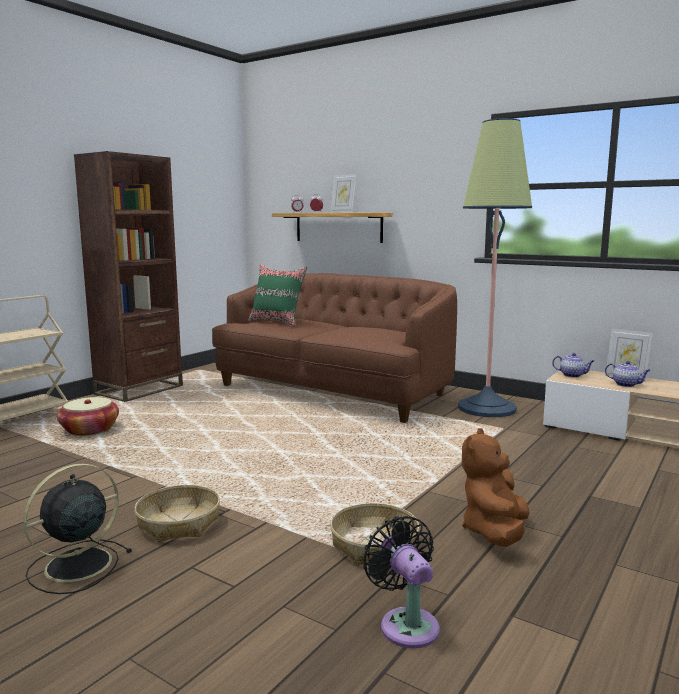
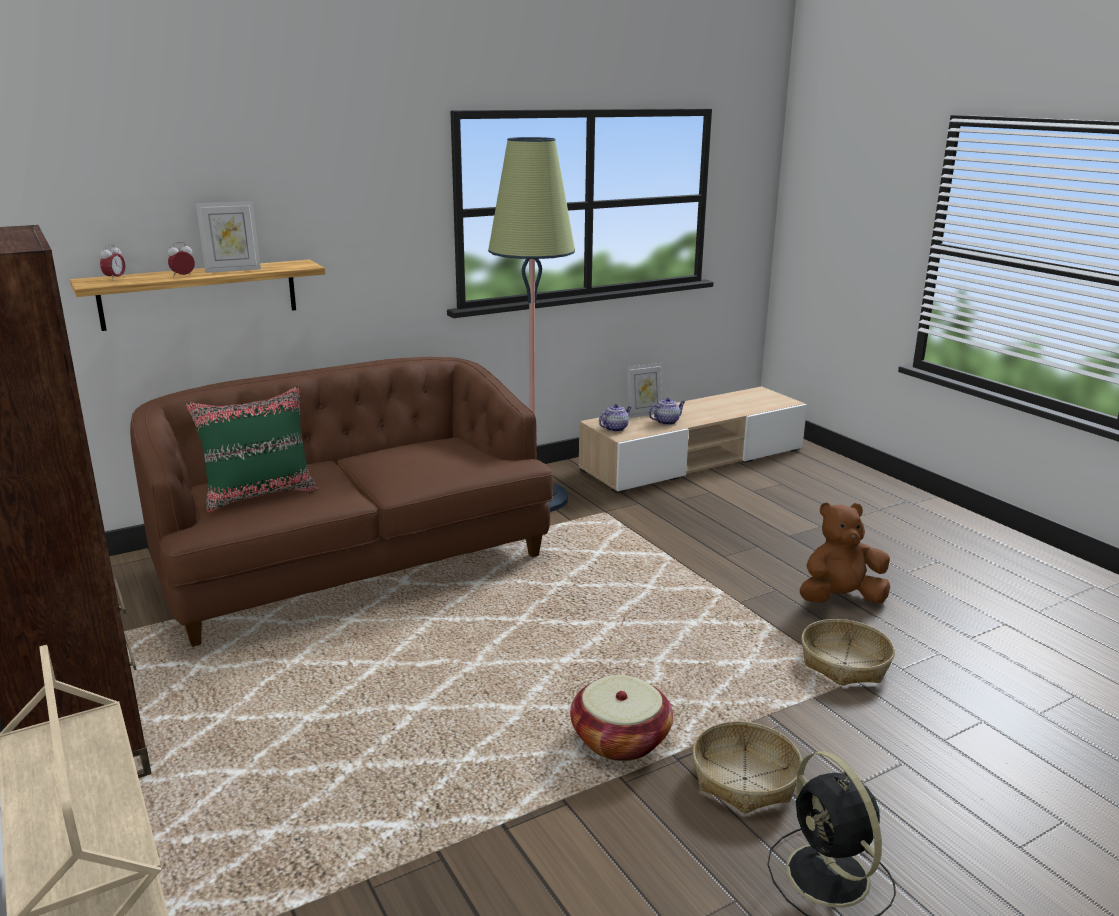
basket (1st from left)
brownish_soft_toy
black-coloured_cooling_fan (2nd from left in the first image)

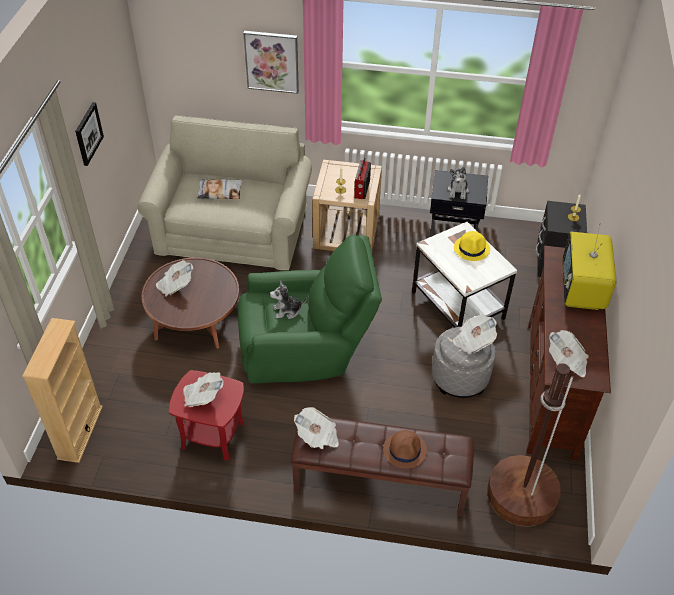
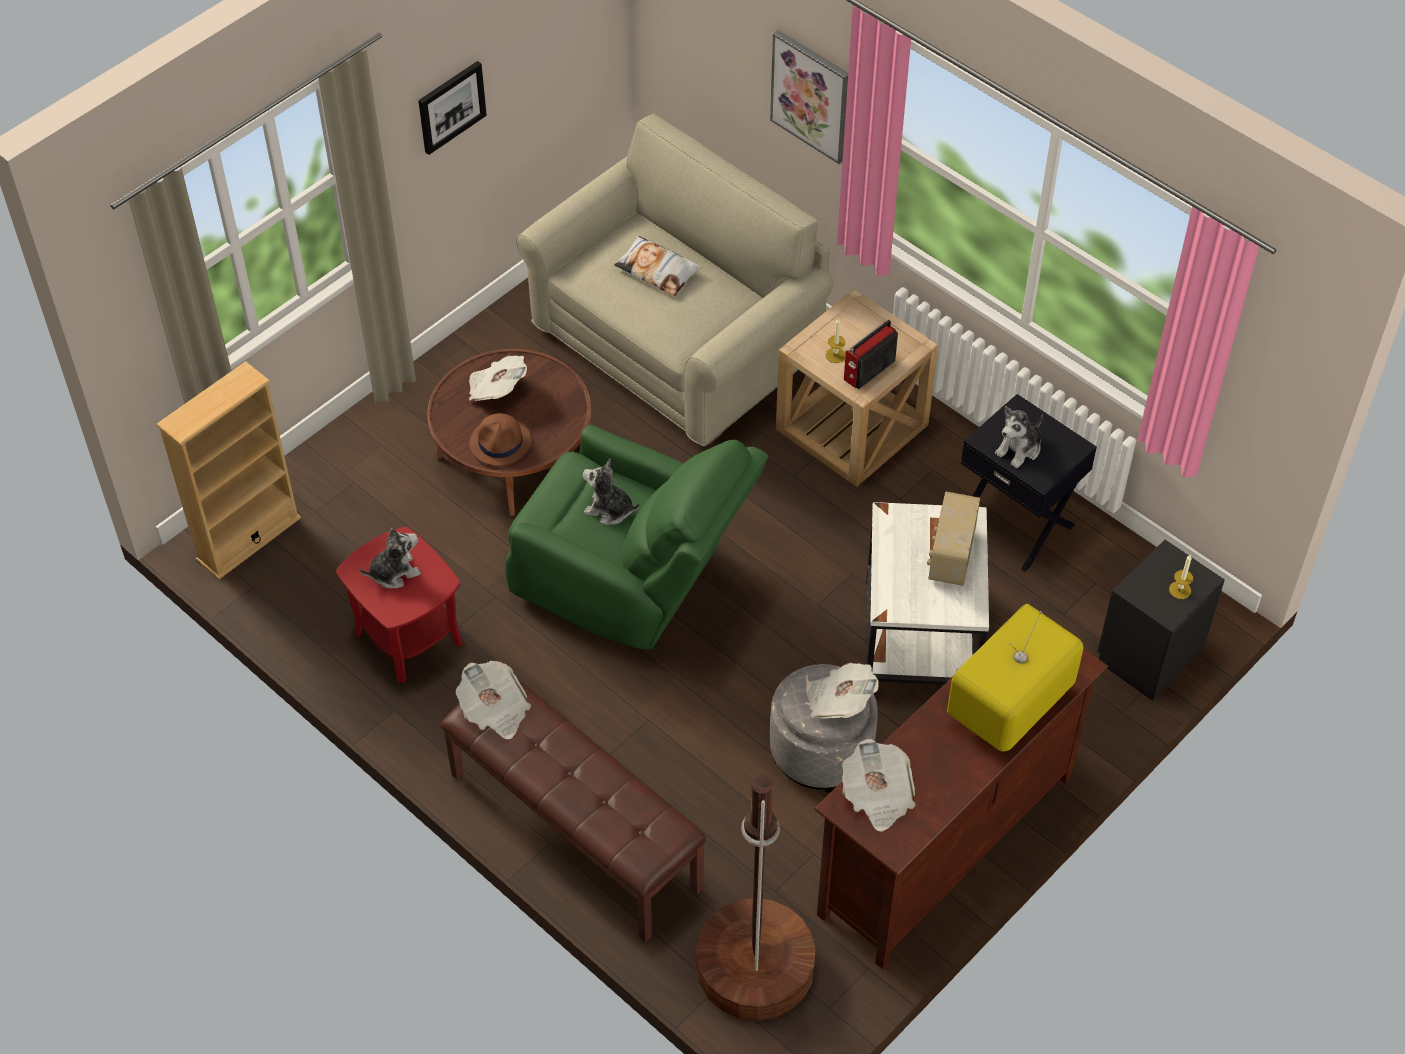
radio_set (2nd from left)
soft_toy (1st from left)
brownish_hat

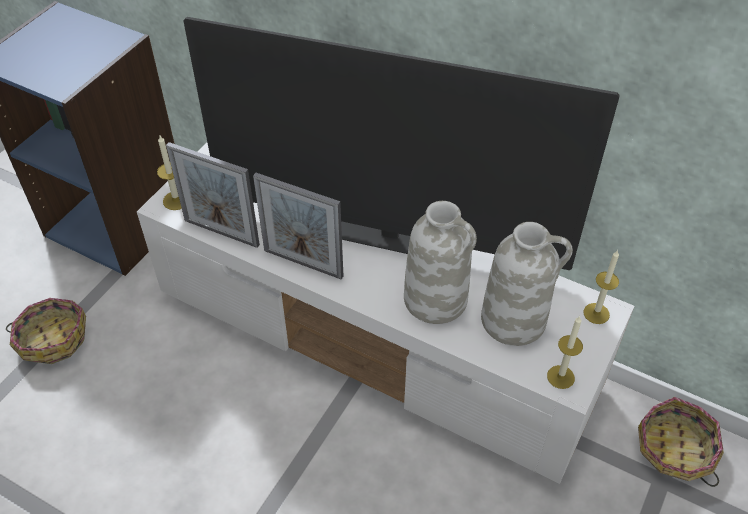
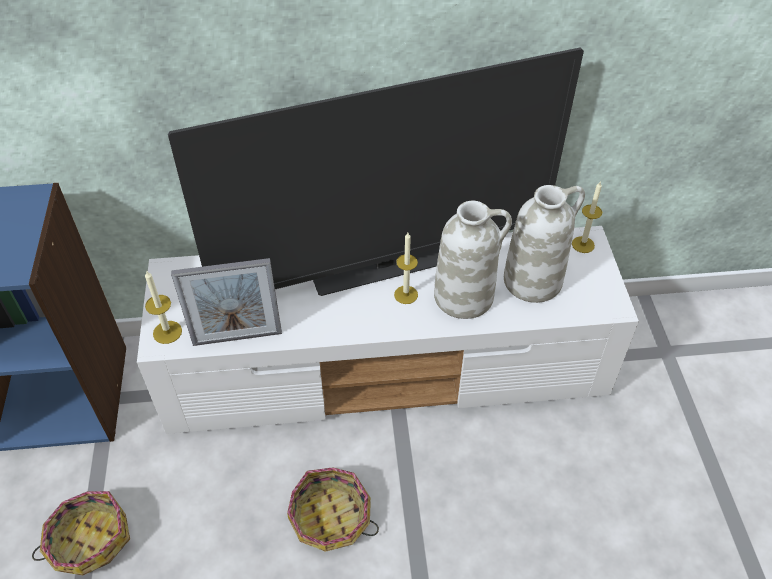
photo_frame (2nd from left in the first image)
candle (2nd from left)
basket (2nd from left)

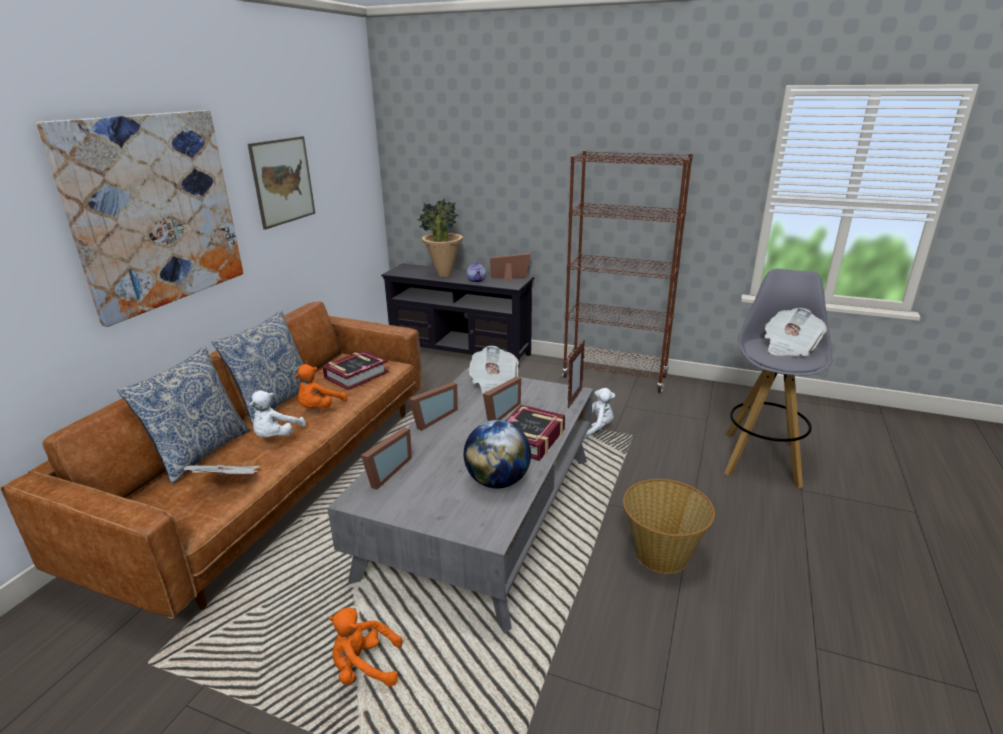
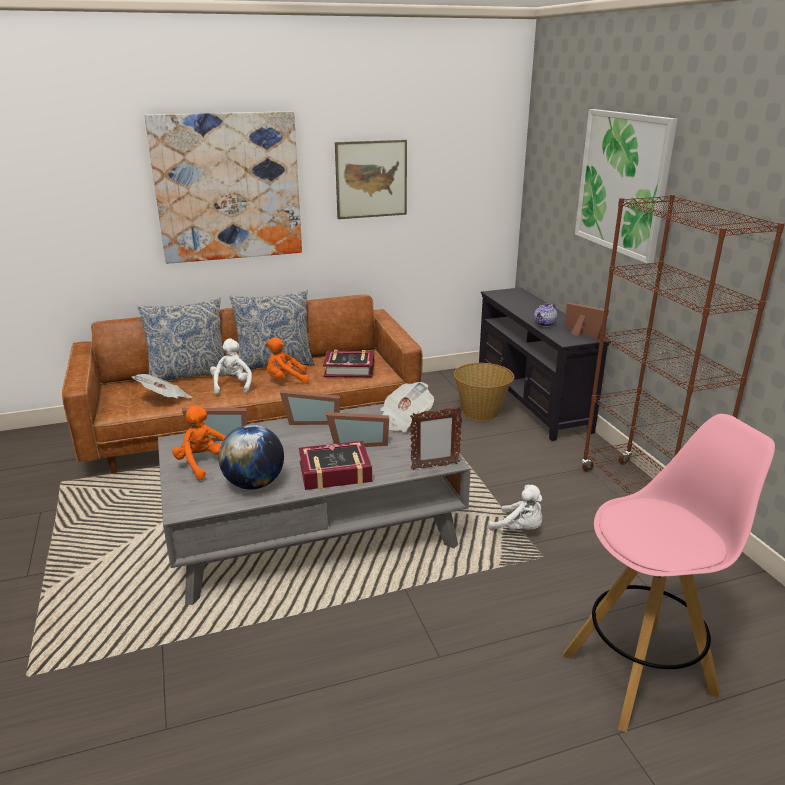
plant_in_a_pot
pink-coloured_sitting_stool
printed_paper (3rd from left in the first image)
white_soft_toy (1st from left)
basket
orange_soft_toy (1st from left)
wall_art (3rd from left)

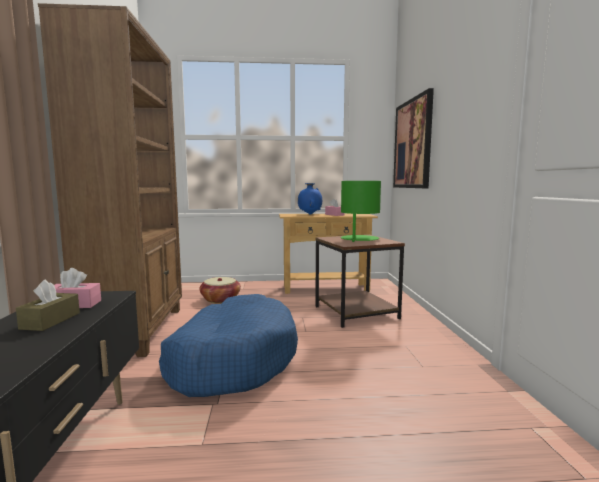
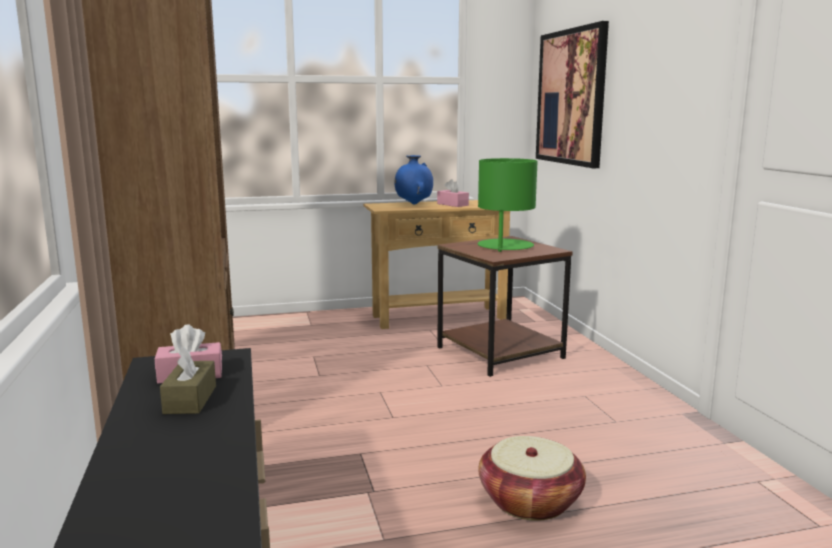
basket
bluish_pet_bed

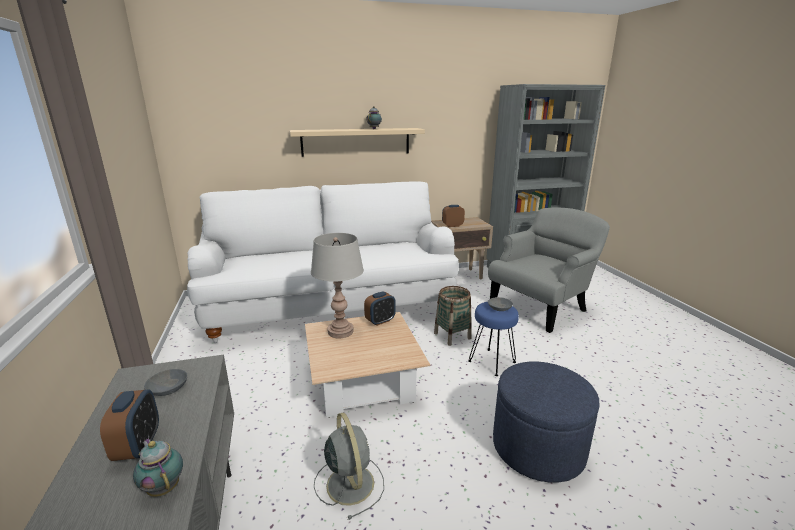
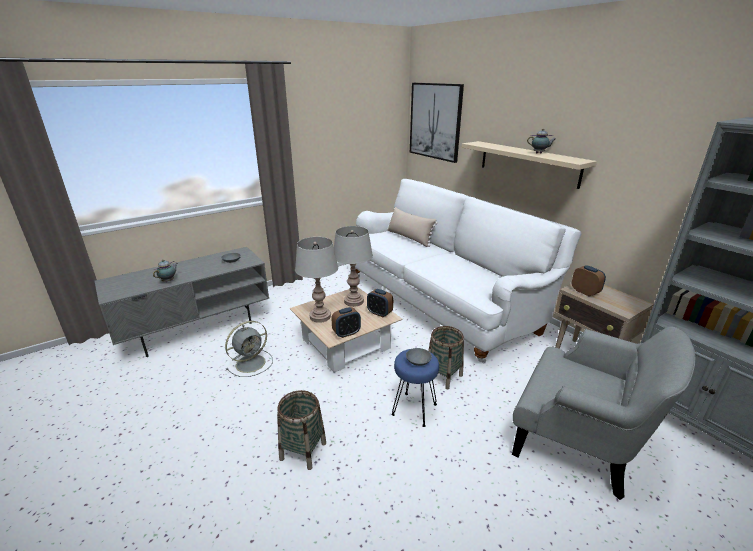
basket (1st from left)
alarm_clock (1st from left)
wall_art
sand-coloured_throw_pillow
gray_lamp_for_a_table (1st from left)

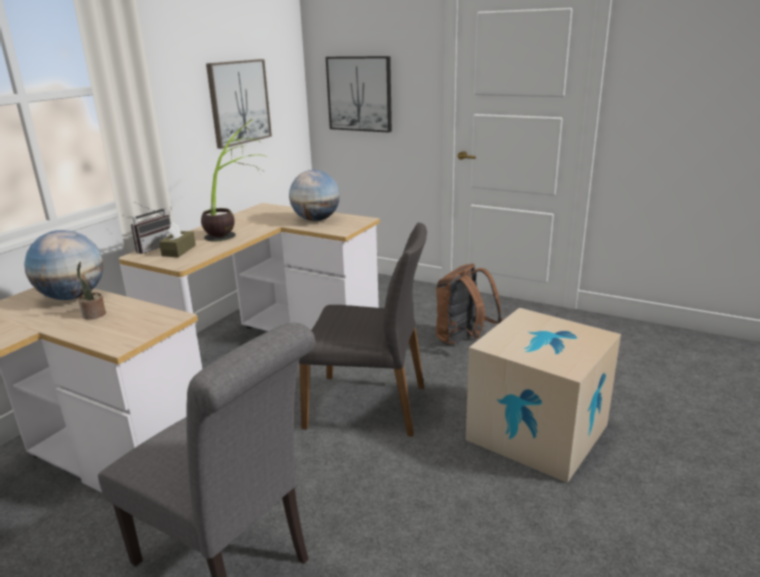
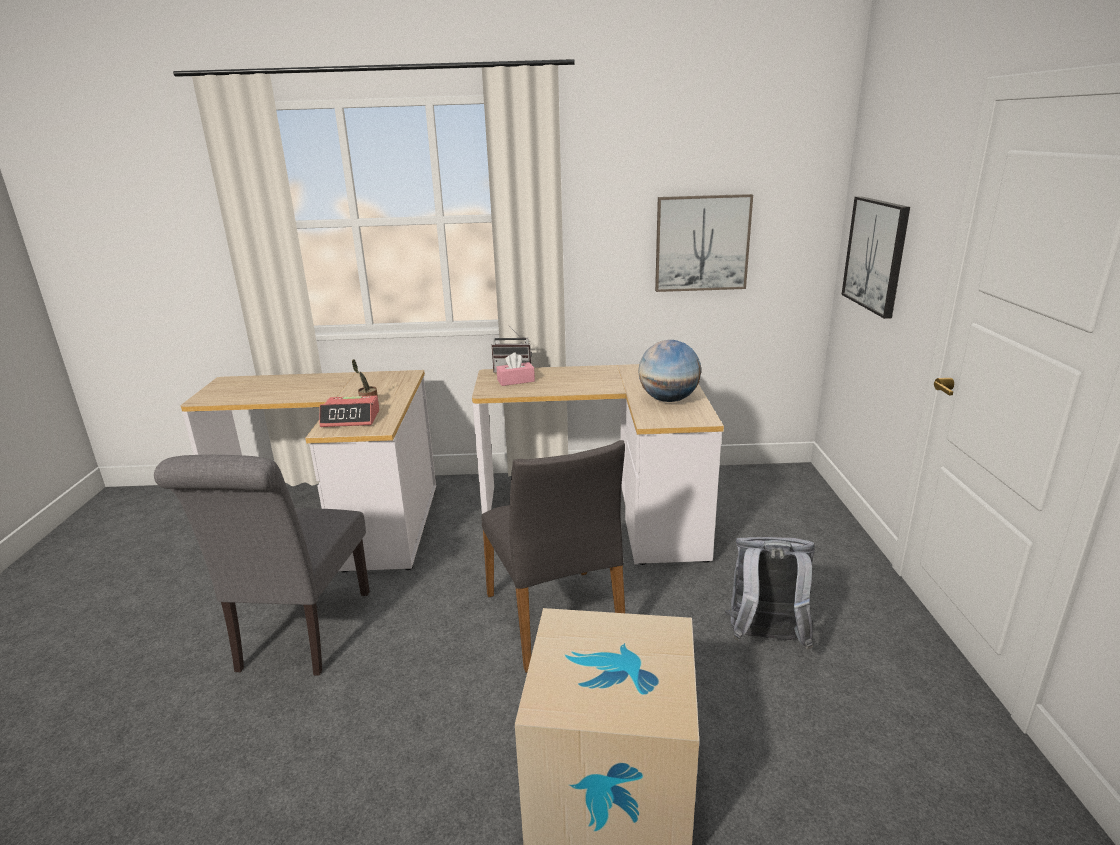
plant_in_a_pot (2nd from left in the first image)
pink-coloured_tissue_box
globe (1st from left in the first image)
gray_knapsack
alarm_clock

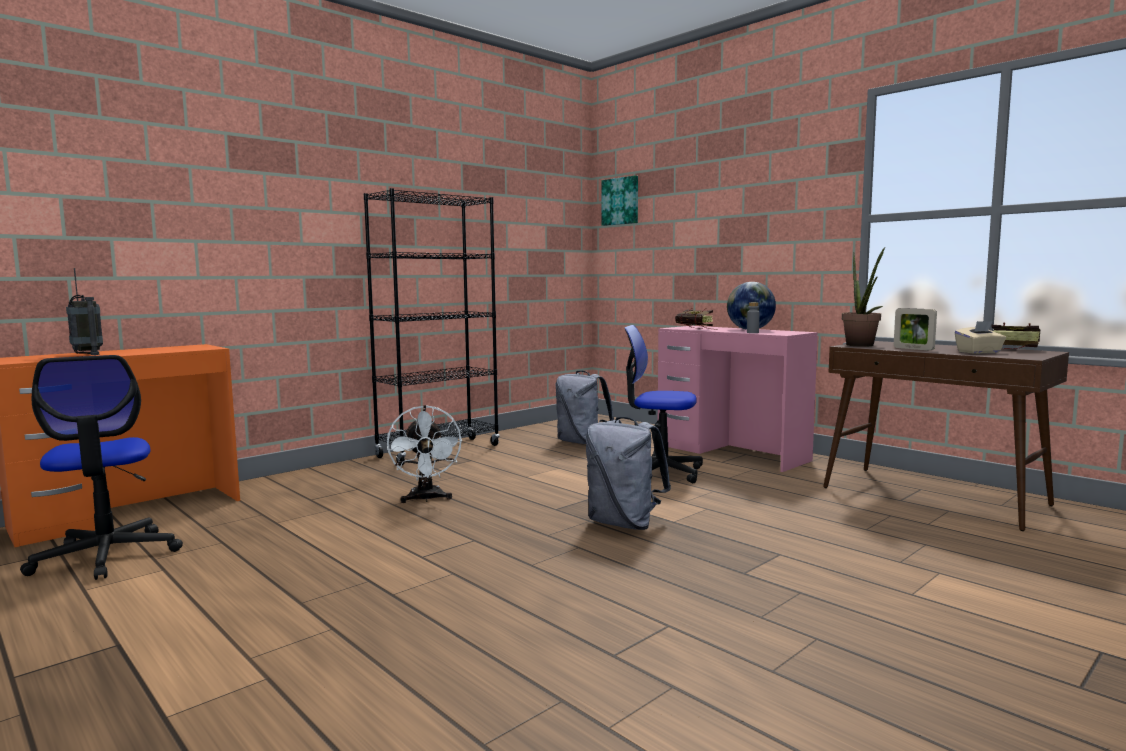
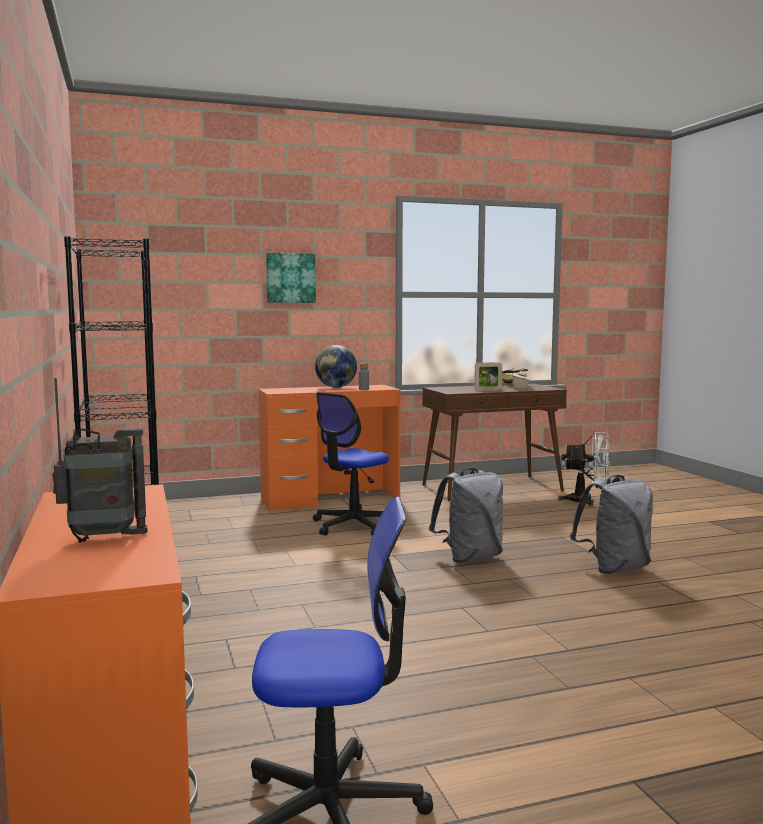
wall_art
plant_in_a_pot
volume (1st from left in the first image)
orange_desk_table (2nd from left)
gray_knapsack (2nd from left)
white_cooling_fan

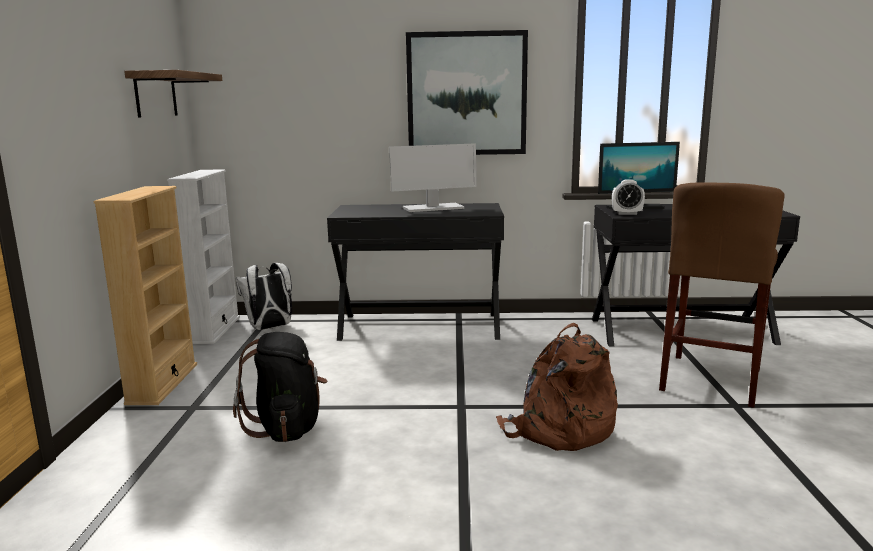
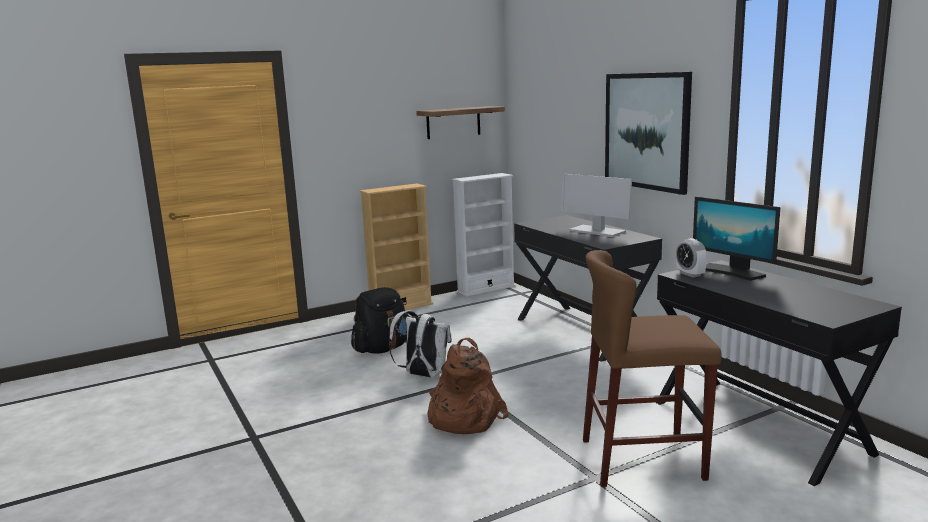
white_knapsack

